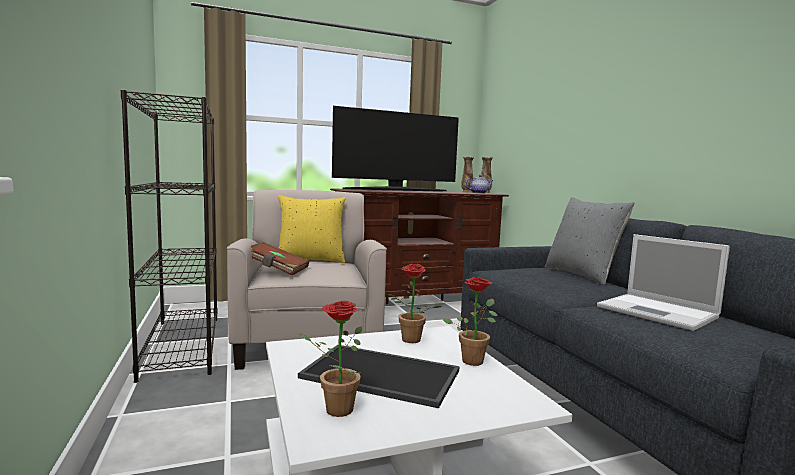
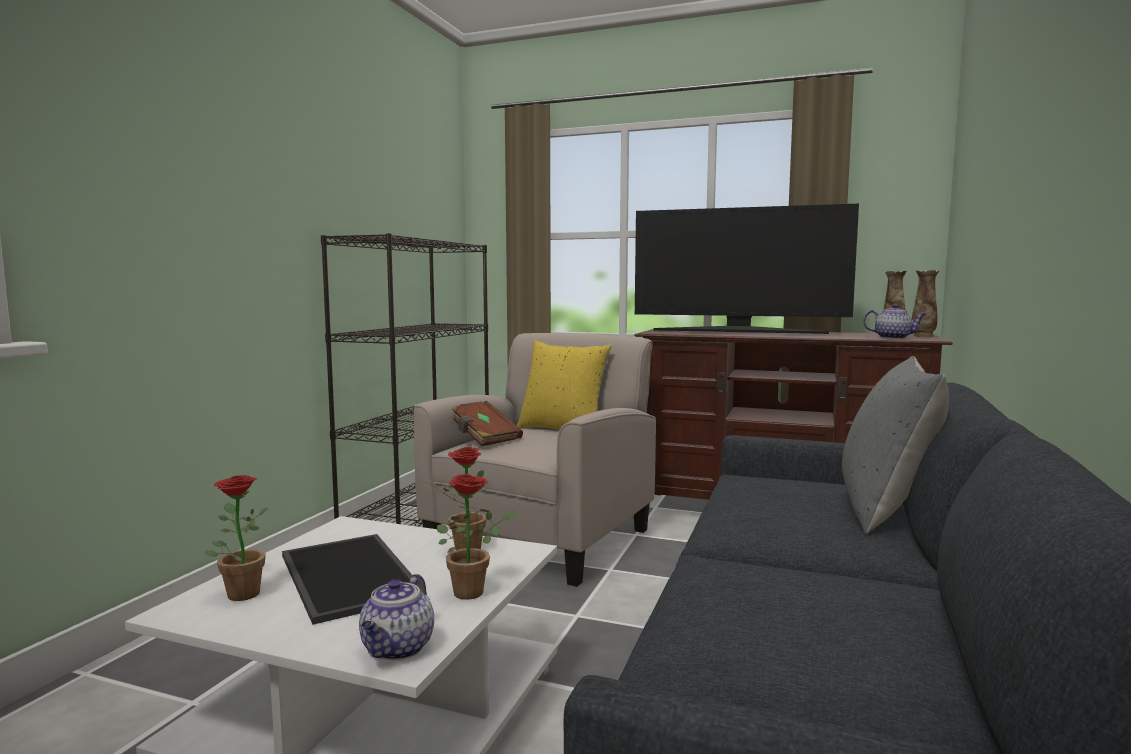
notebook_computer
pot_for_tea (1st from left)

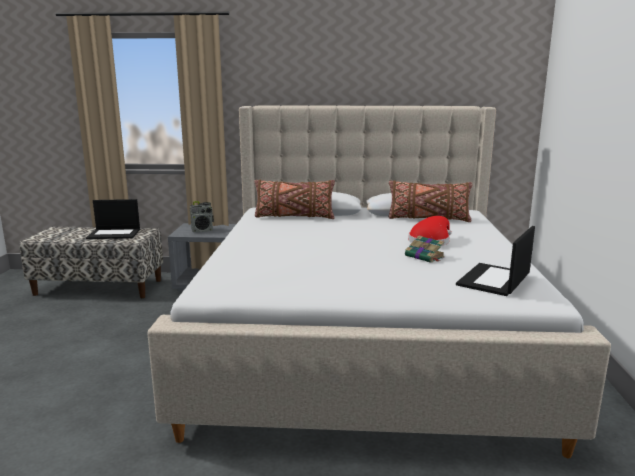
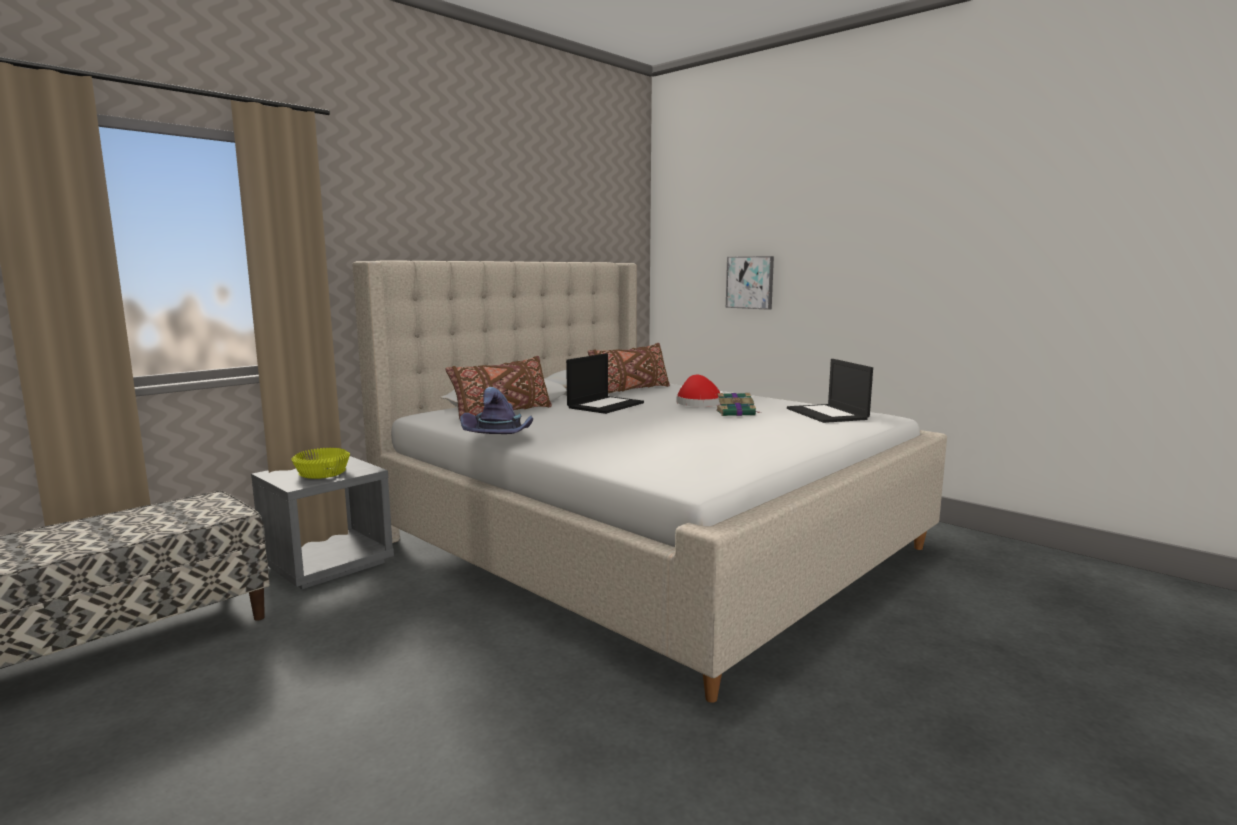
notebook_computer (1st from left)
yellow_bowl
wall_art
purple_hat

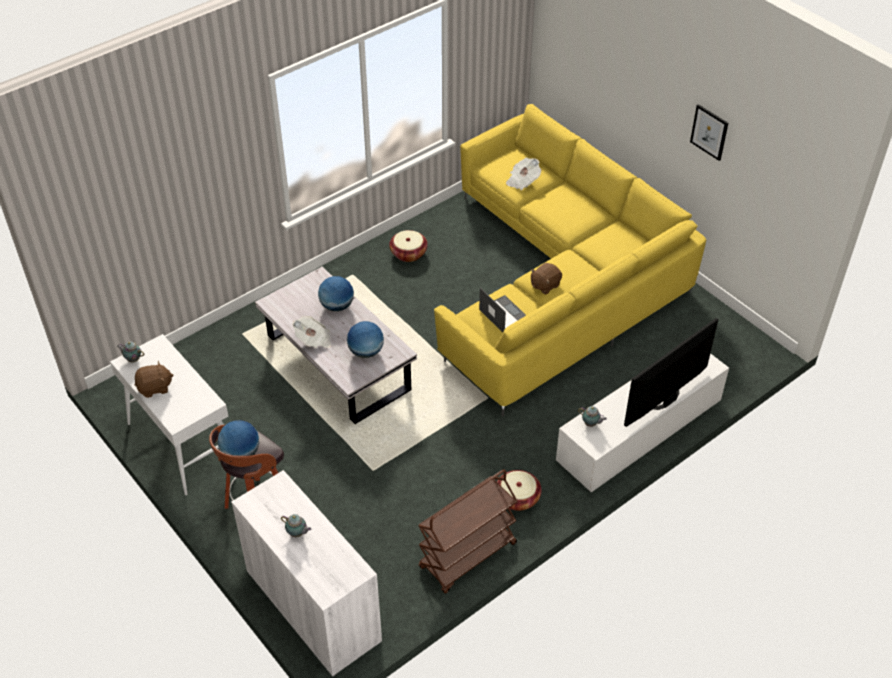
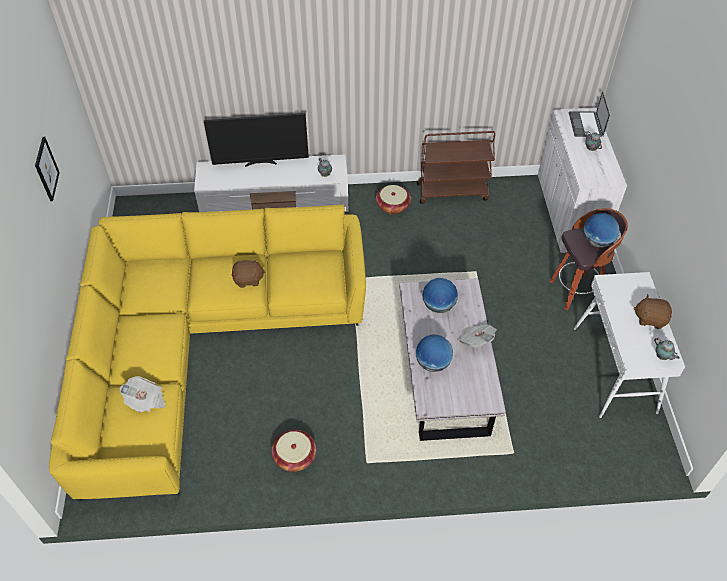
notebook_computer

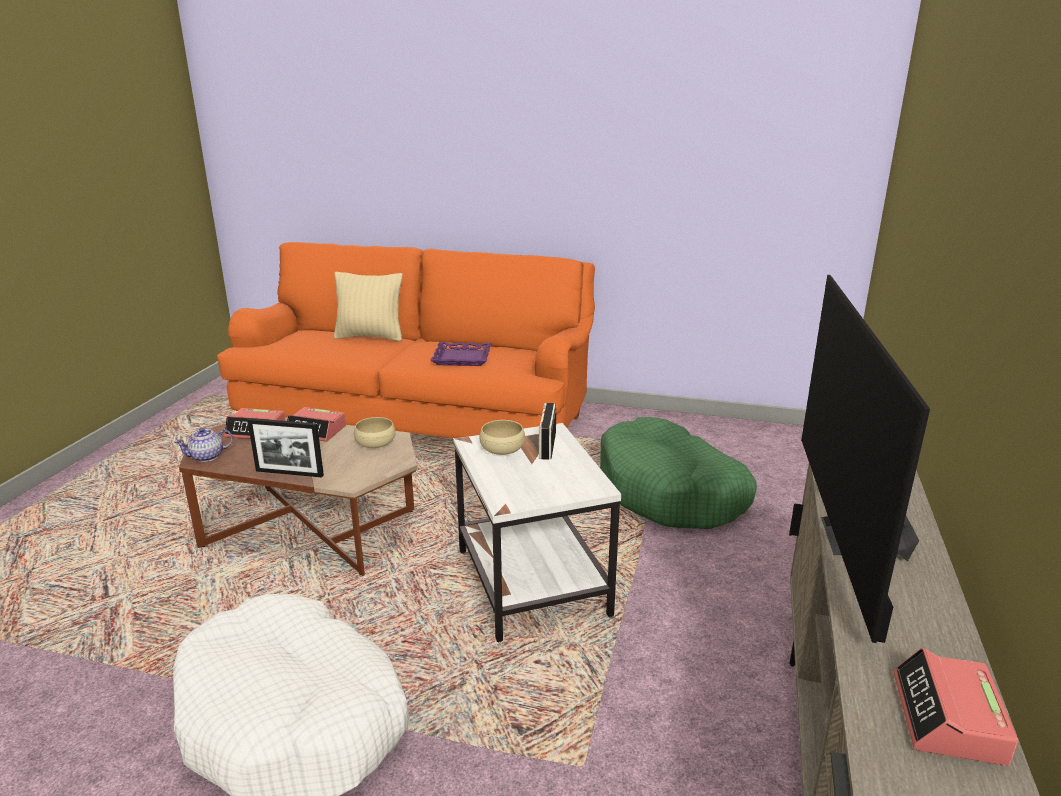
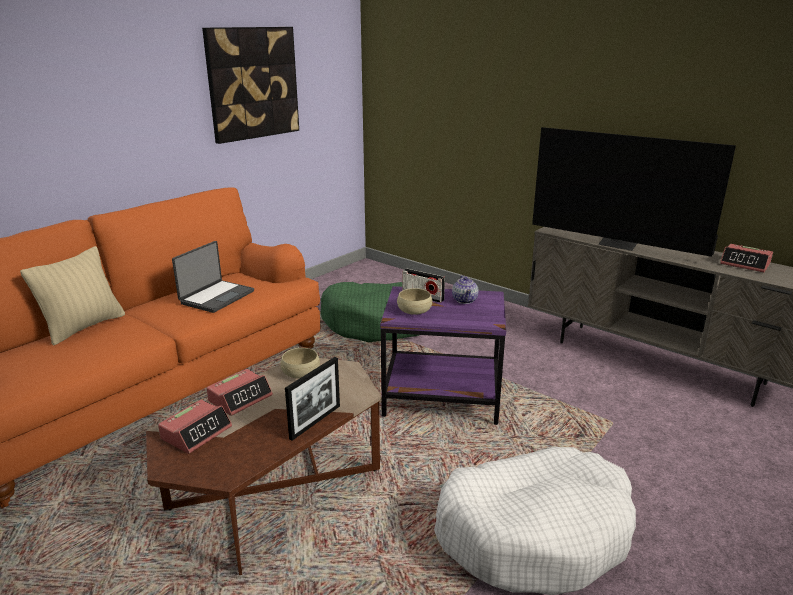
notebook_computer
purple_side_table
pot_for_tea
wall_art

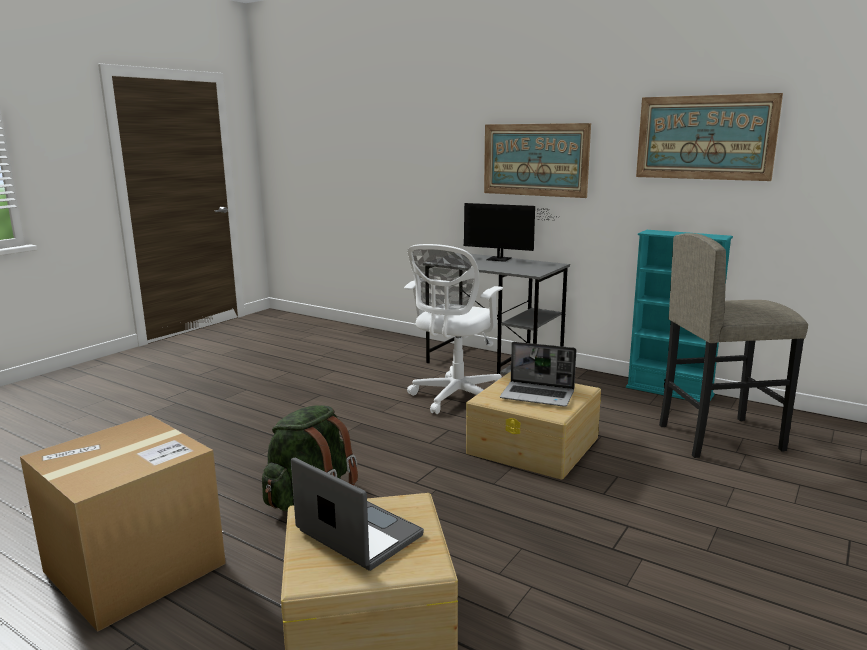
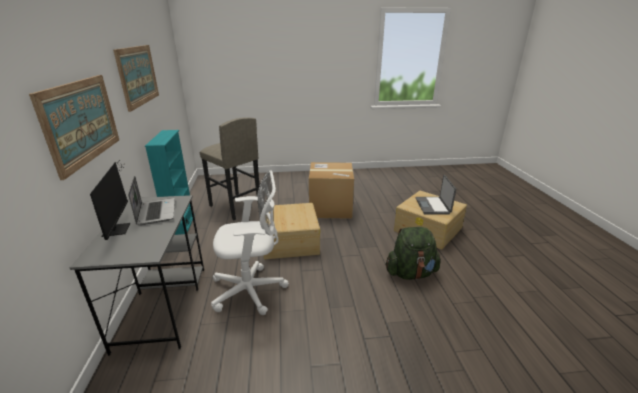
notebook_computer (1st from left)
packing_box

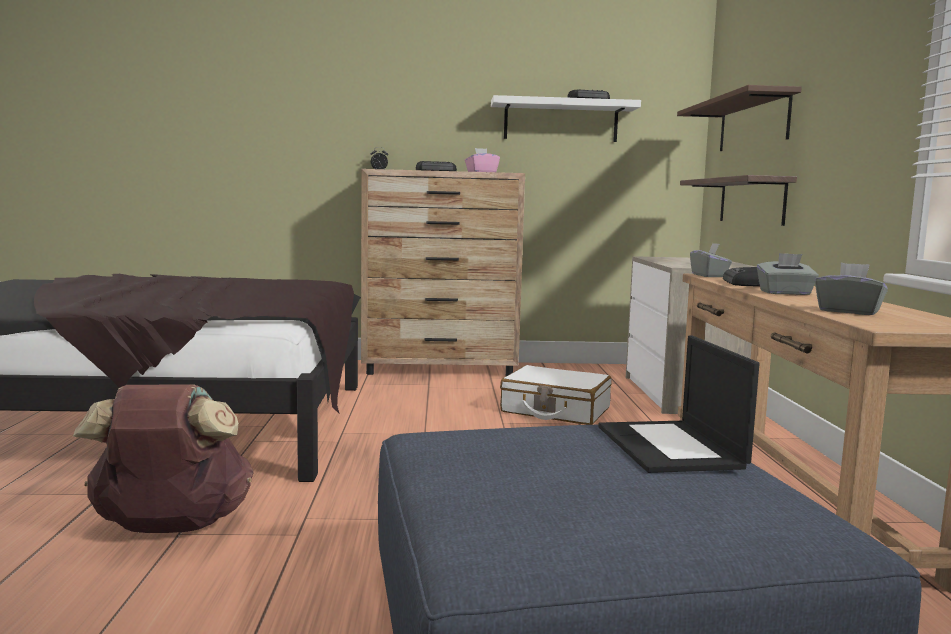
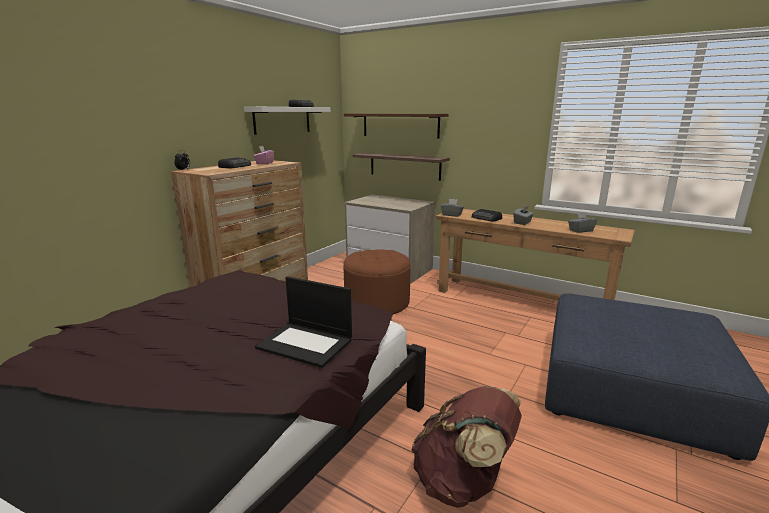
notebook_computer
brownish_ottoman

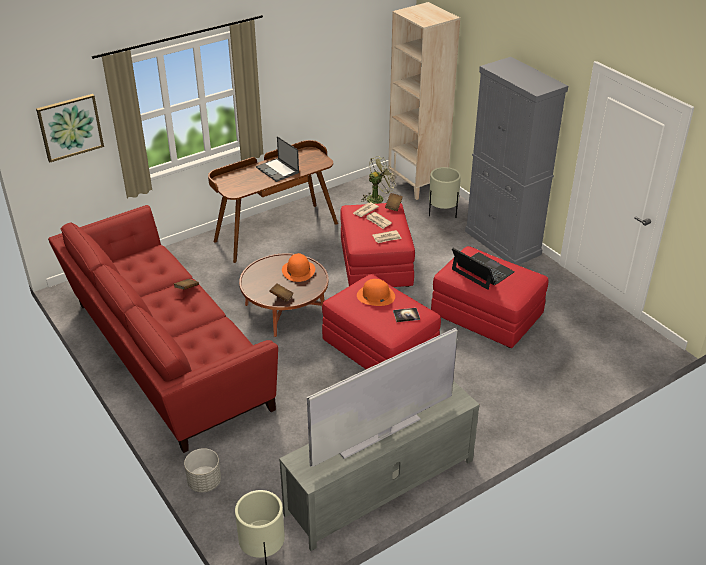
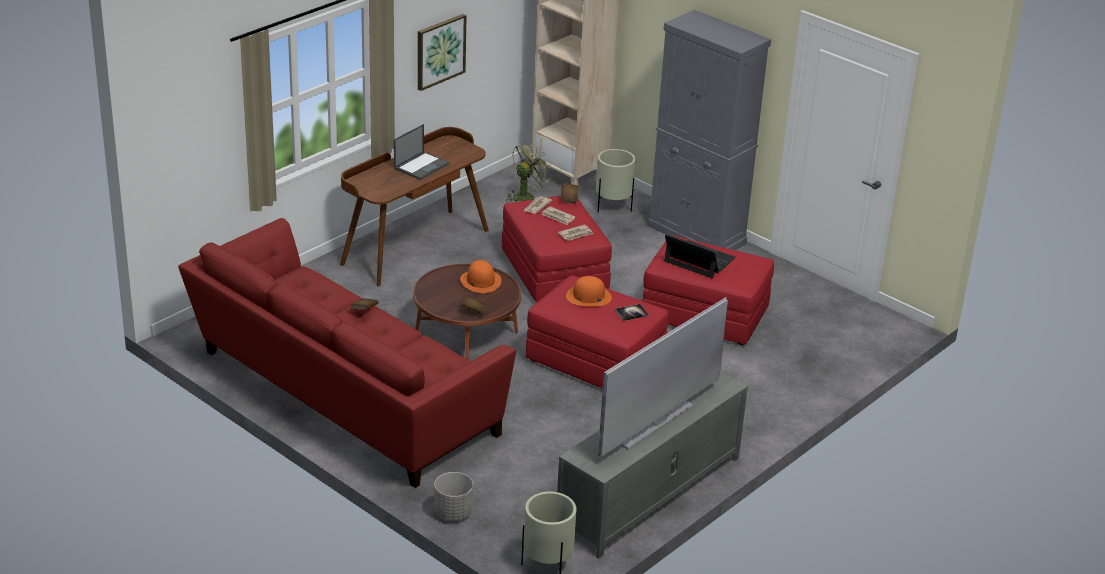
wall_art
notebook_computer (1st from left)

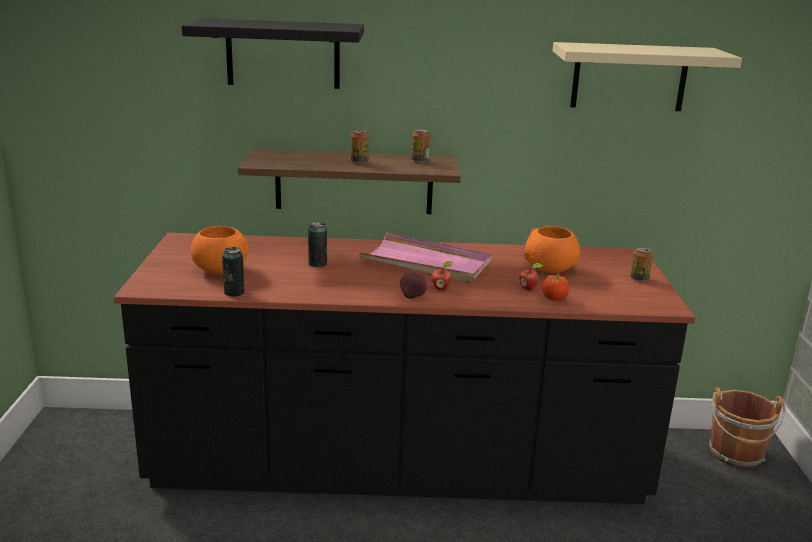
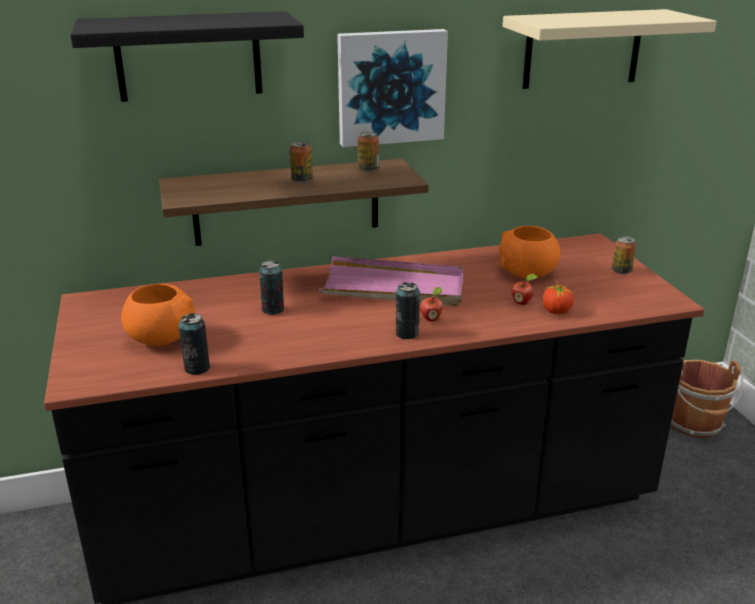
can (5th from left)
wall_art

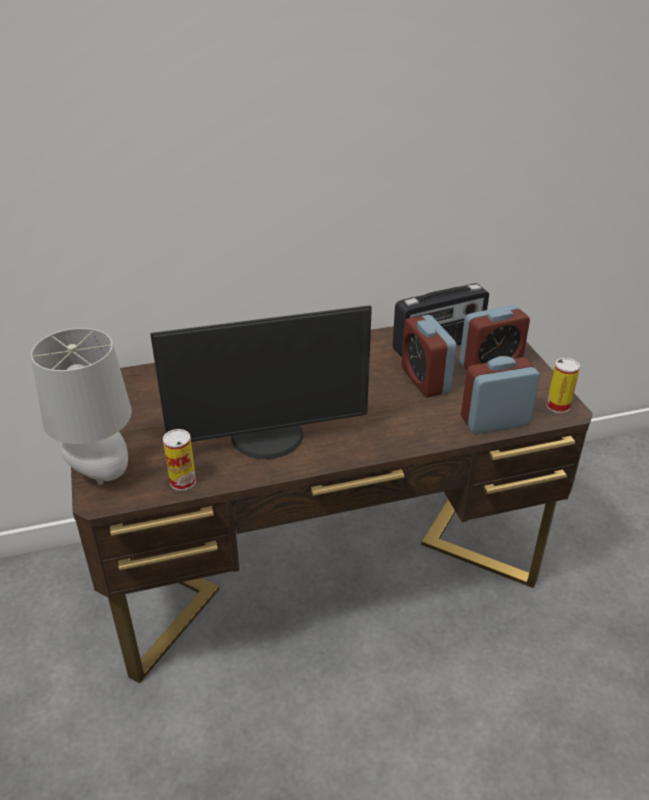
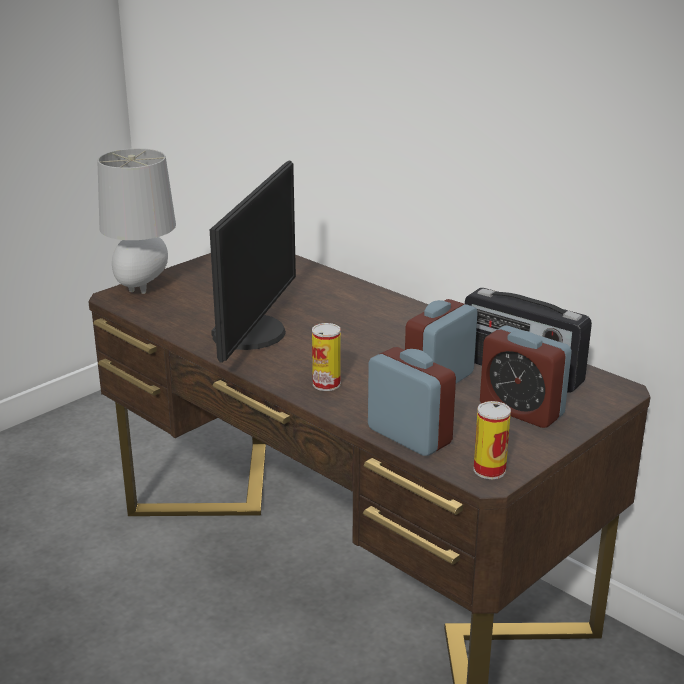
computer_display
can (1st from left)

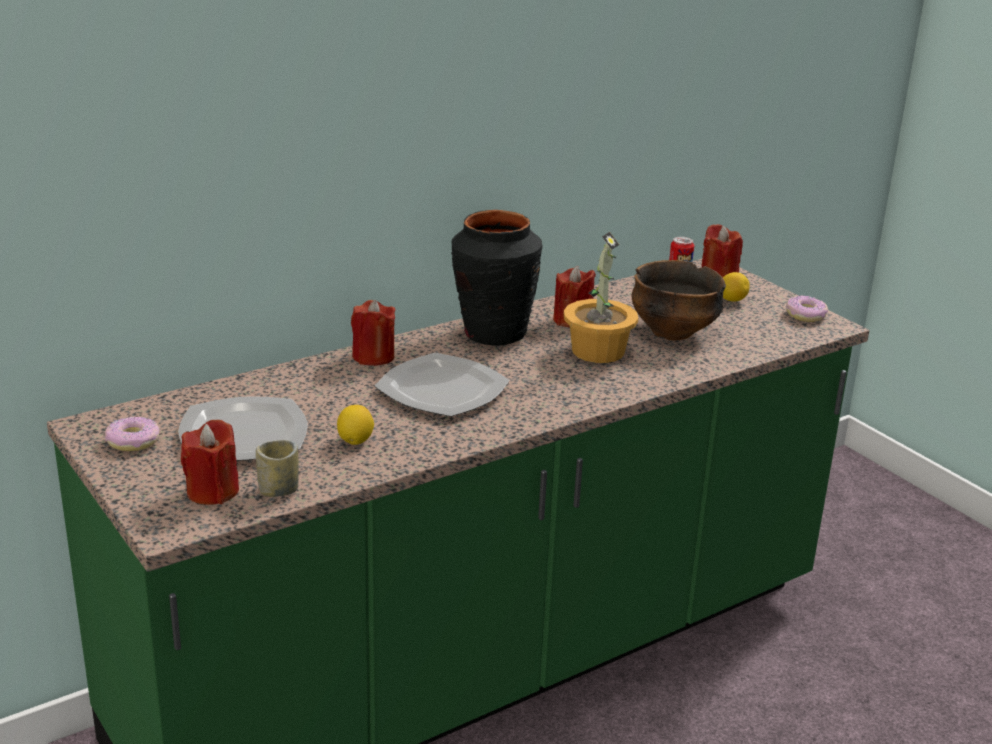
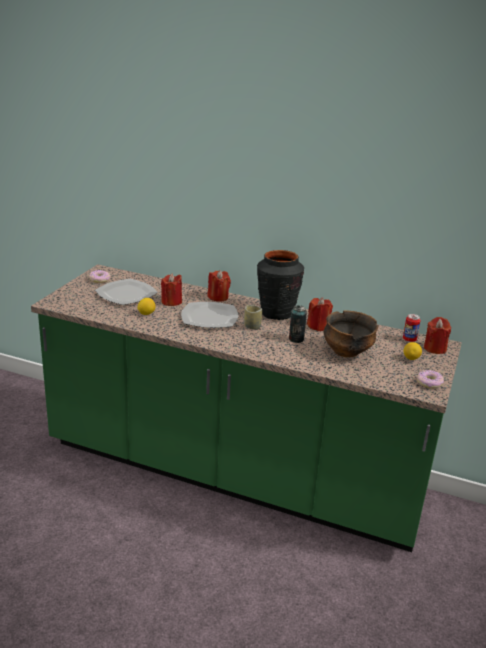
can (1st from left)
red-coloured_candle (1st from left)
drinking_cup

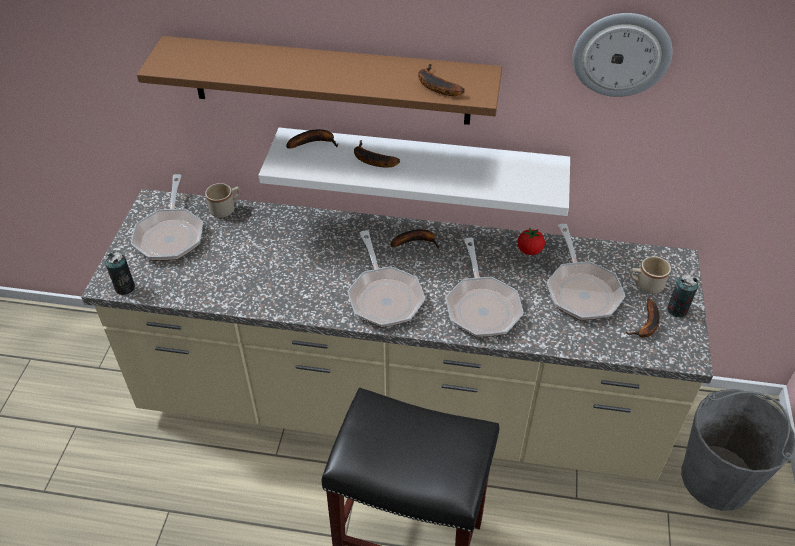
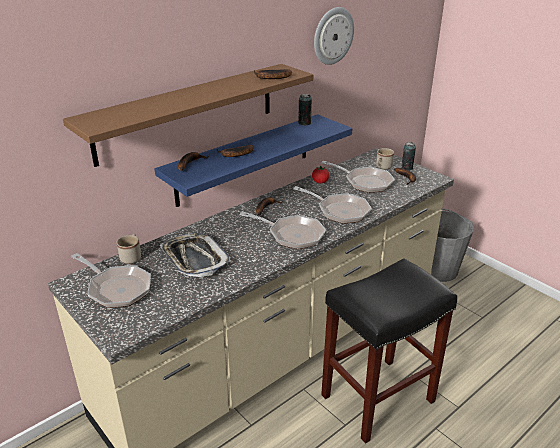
bluish_wall_shelf
can (1st from left)
tray

